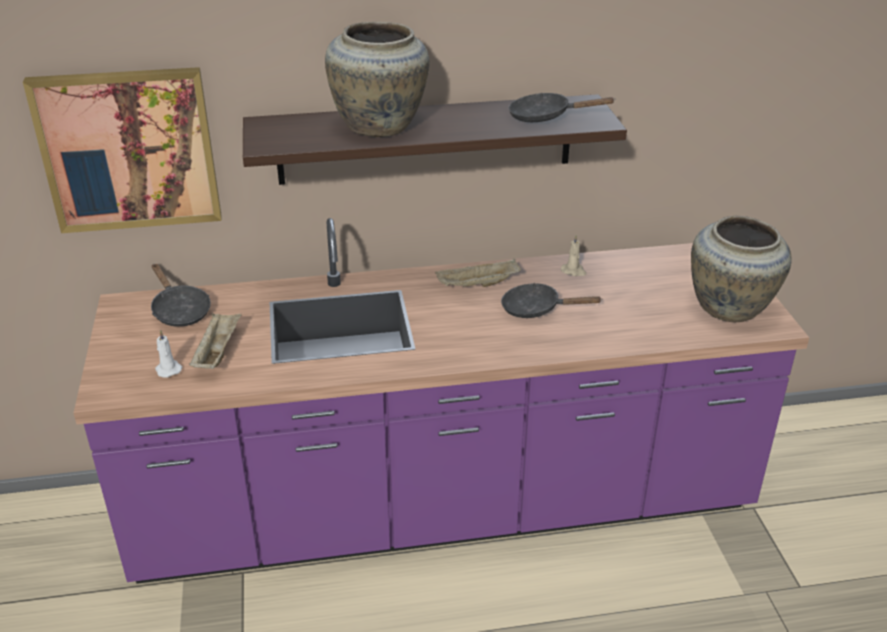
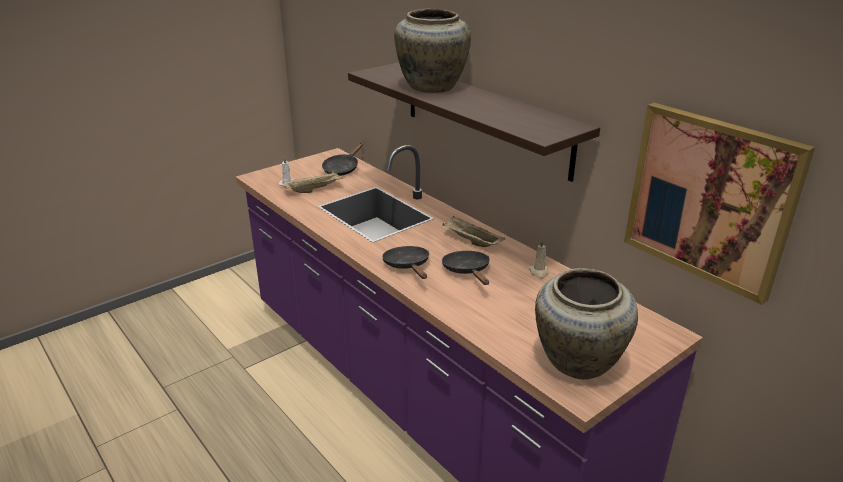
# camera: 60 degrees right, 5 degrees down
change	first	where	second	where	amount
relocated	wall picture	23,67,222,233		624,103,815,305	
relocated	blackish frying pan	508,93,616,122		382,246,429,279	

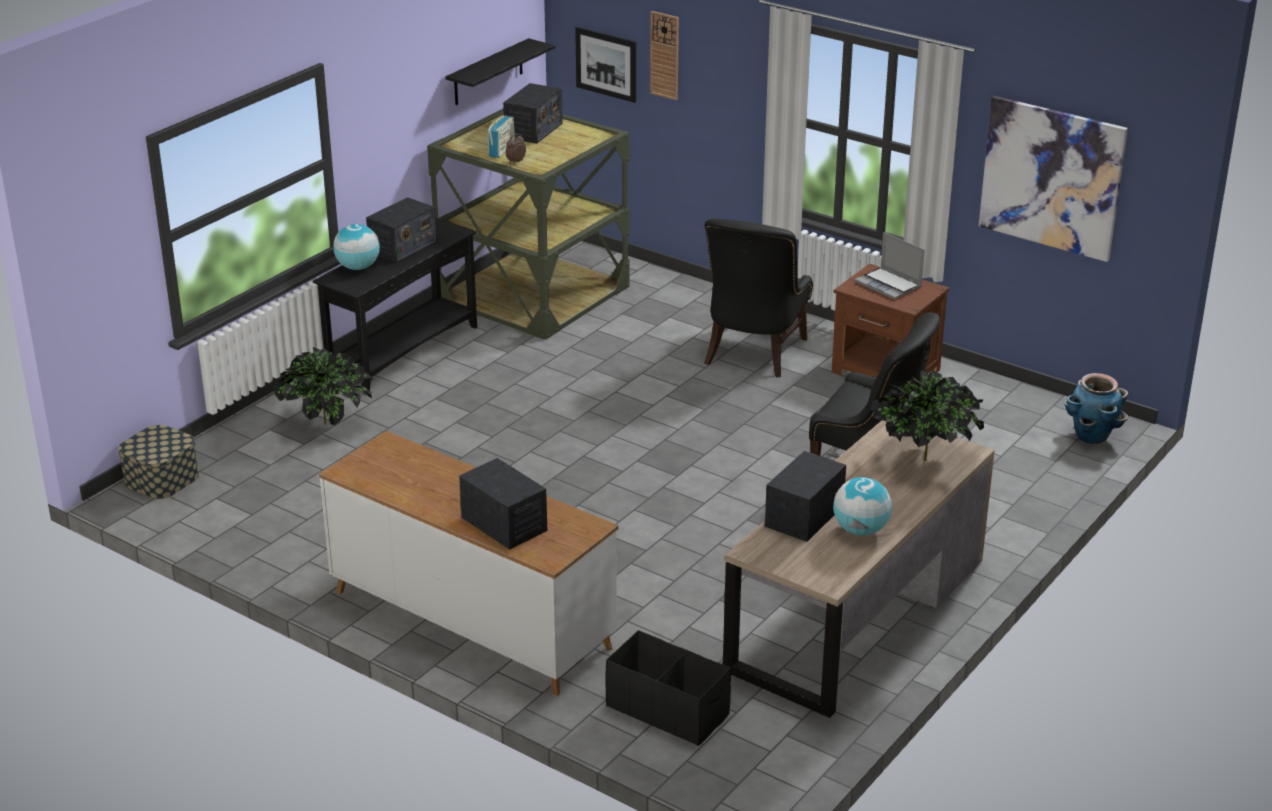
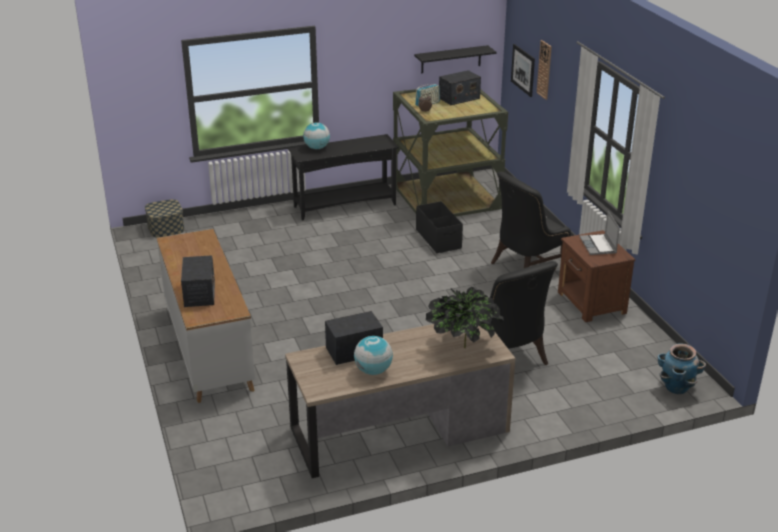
# camera: 35 degrees right, 0 degrees up
change	first	where	second	where	amount
missing	wall picture	979,96,1128,262			
missing	radio set	366,197,437,263			
missing	houseplant	274,347,373,425			
relocated	blackish storage container	606,630,731,746		416,201,463,253	

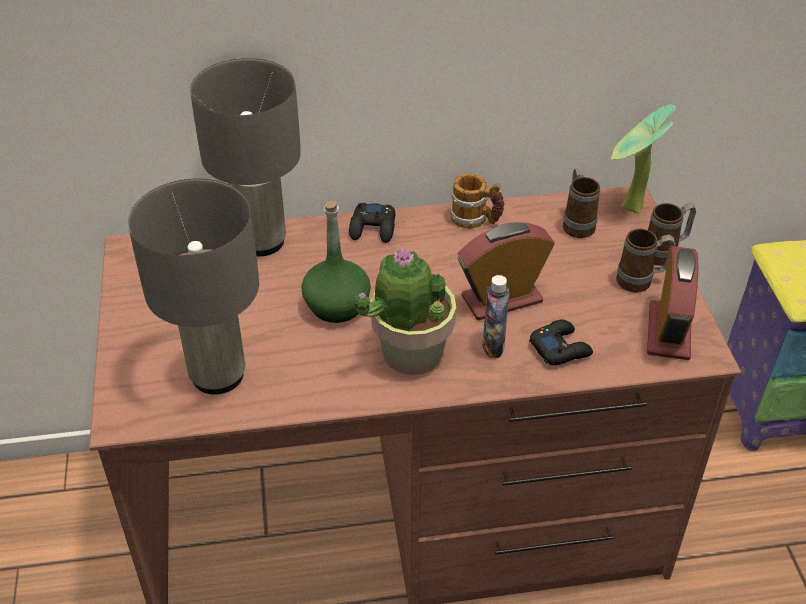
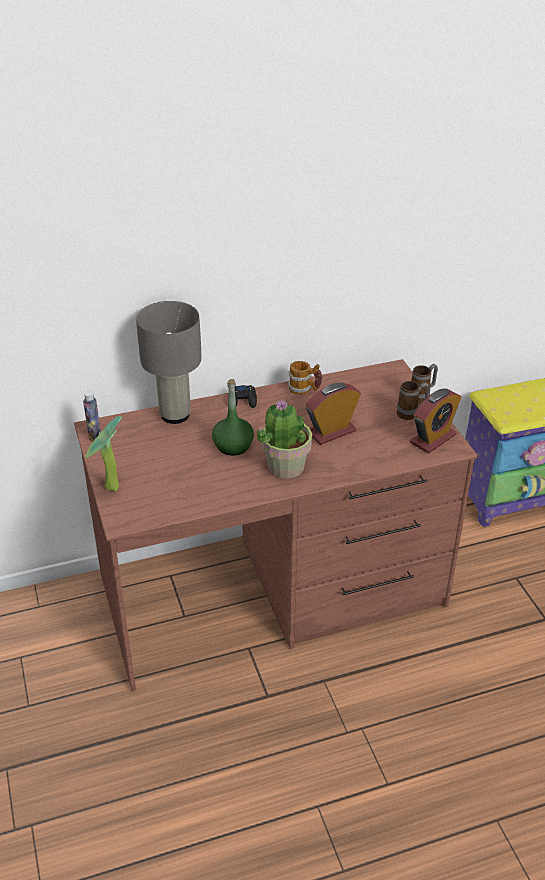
# camera: 10 degrees left, 5 degrees down
change	first	where	second	where	amount
relocated	houseplant	611,104,676,213		85,416,122,491	
missing	coffee mug	563,168,600,238			
missing	grey lamp for a table	128,178,259,394			
spun	bedside clock	647,246,698,360		410,388,461,454	45 degrees clockwise
relocated	beverage bottle	483,275,509,358		83,391,101,442	
missing	blackish joypad	529,320,593,366			

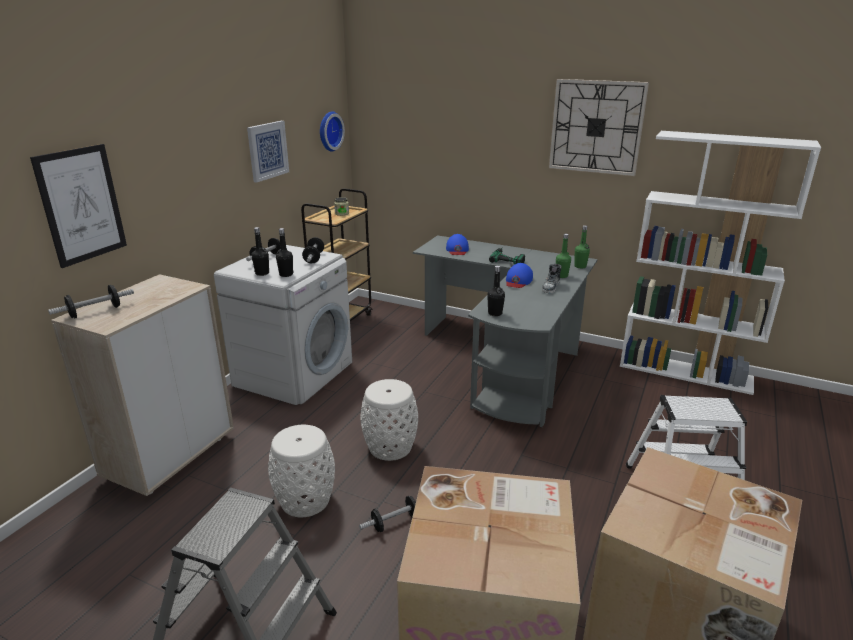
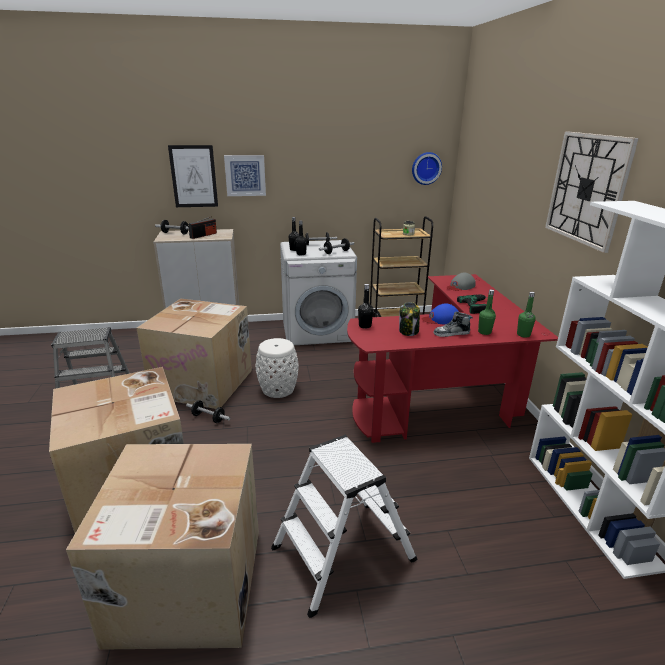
# camera: 55 degrees right, 0 degrees up
change	first	where	second	where	amount
relocated	wall picture	247,121,289,183		224,155,266,196	
colour	blue baseball cap	446,234,469,255	grey baseball cap	446,272,476,291	
colour	grey desk table	413,235,598,427	reddish desk table	347,274,558,443	
exchanged	whitish stool seat	268,425,335,517	cardboard box	136,299,252,409	
appeared			radio set	188,216,217,239	
appeared			preserve jar	399,302,420,336	

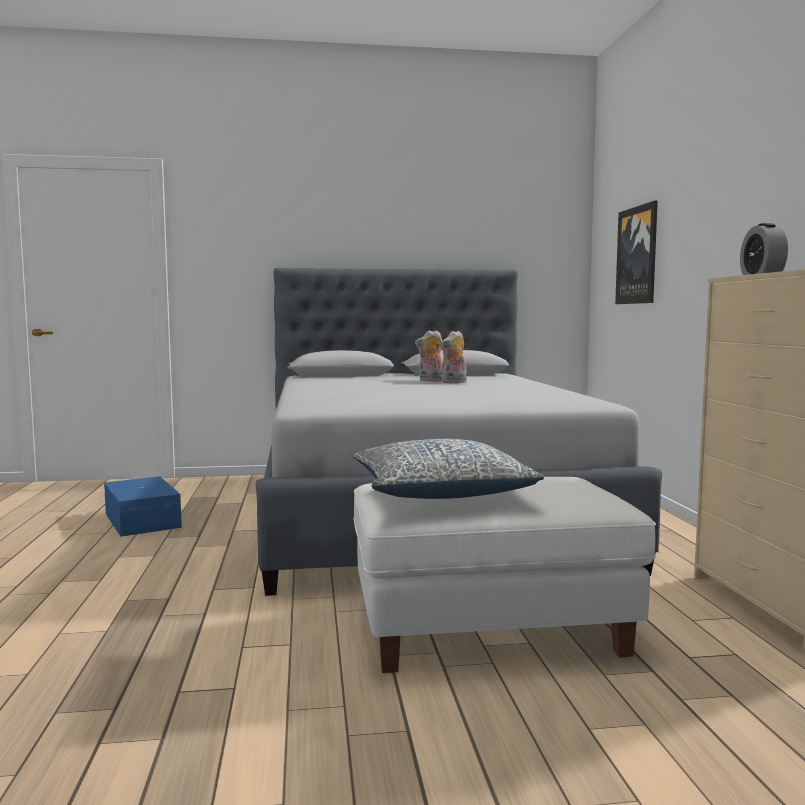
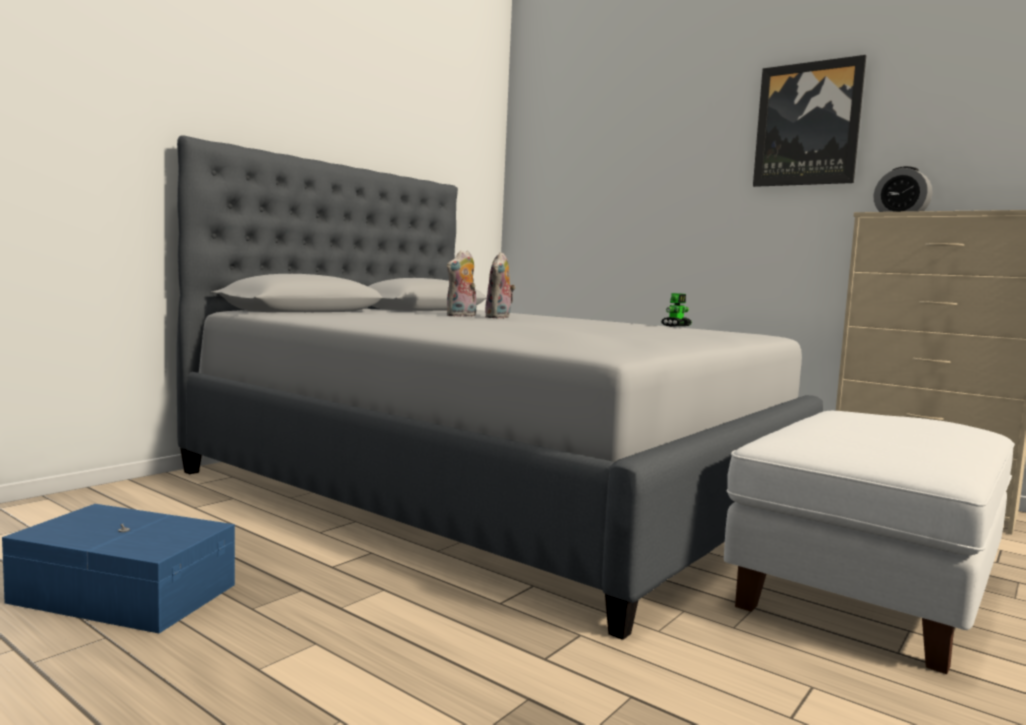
# camera: 45 degrees left, 0 degrees up
change	first	where	second	where	amount
relocated	wall picture	615,201,658,304		753,55,866,187	
missing	cushion	353,439,544,499			
appeared			model robot	661,293,692,327	

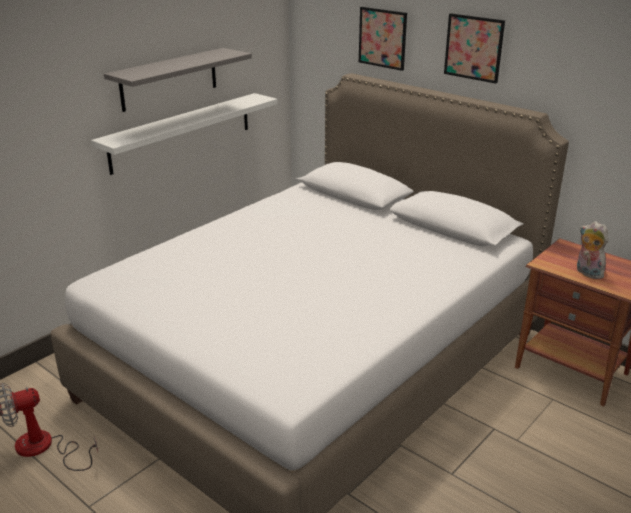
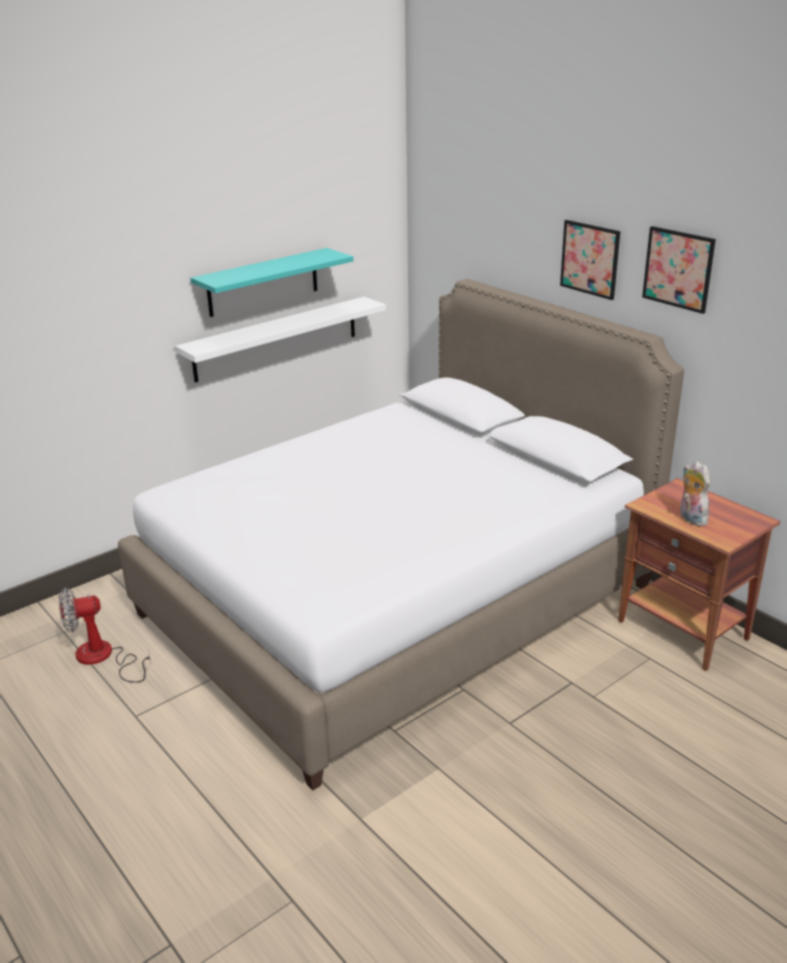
# camera: 10 degrees right, 0 degrees up
change	first	where	second	where	amount
relocated	wall picture	359,7,407,71		642,226,716,314	
colour	grey shelf	104,48,252,112	turquoise shelf	190,248,354,317	

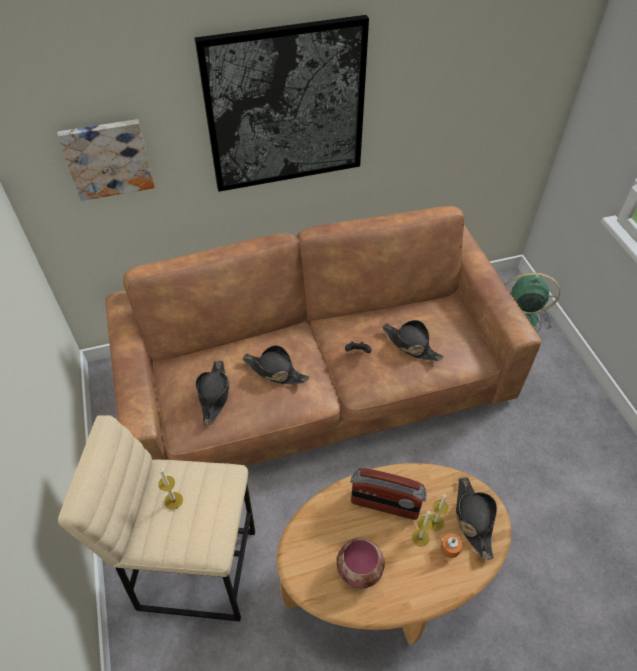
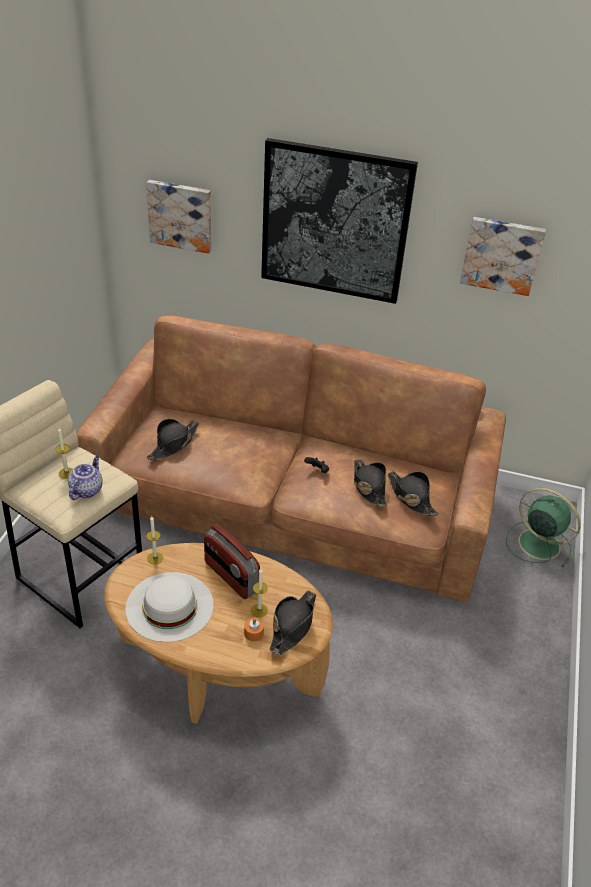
# camera: 30 degrees right, 10 degrees down
change	first	where	second	where	amount
relocated	blackish wearable hat	242,345,309,385		388,471,439,516	
relocated	wax candle	412,510,433,547		146,516,163,565	
exchanged	serving bowl	337,538,384,589	whitish wearable hat	126,572,214,642	
appeared			wall picture	460,217,546,296	
appeared			pot for tea	68,456,103,500	

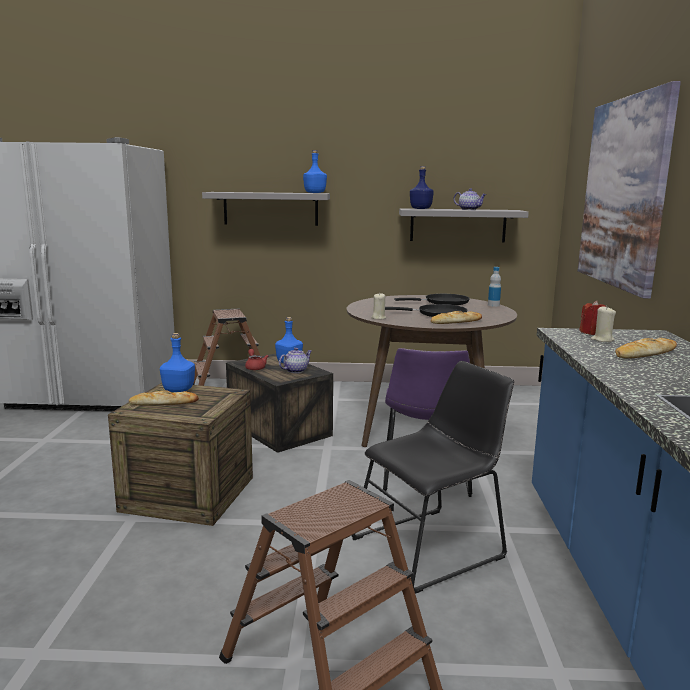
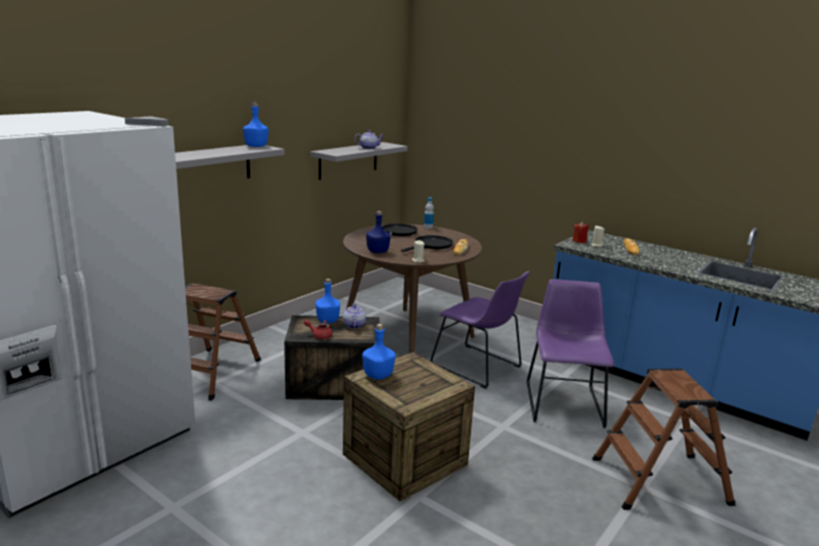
# camera: 55 degrees left, 5 degrees up
change	first	where	second	where	amount
missing	wall picture	578,81,681,299			
relocated	blue beverage bottle	410,166,434,209		366,211,390,253	
colour	blackish upright chair	351,361,514,594	purple-coloured upright chair	526,279,614,428	
missing	baked bread	129,390,199,405			

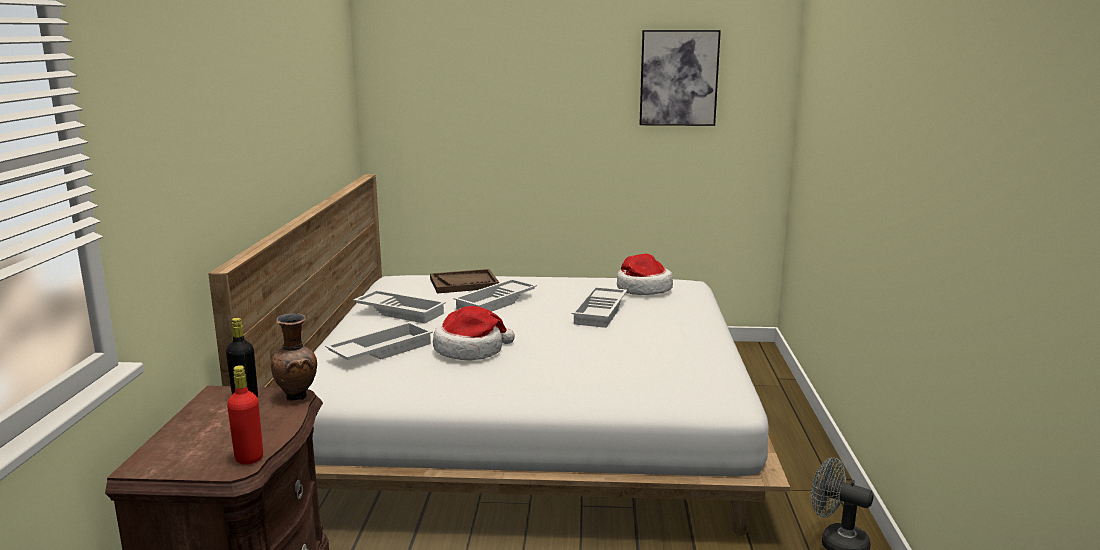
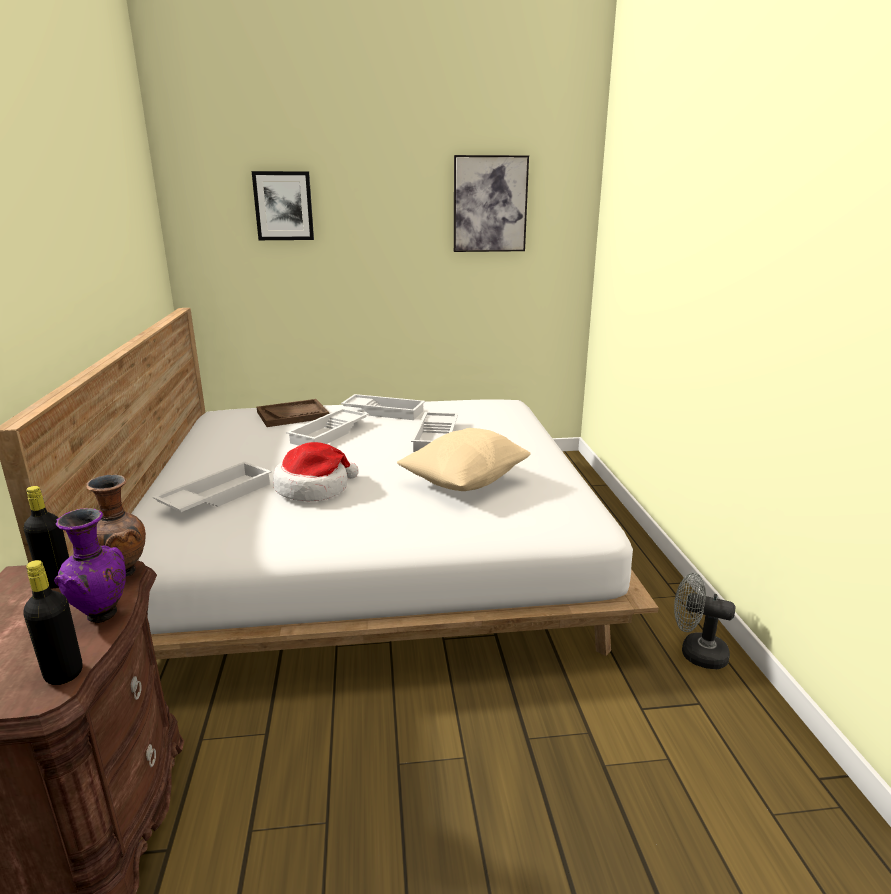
# camera: 10 degrees left, 5 degrees up
change	first	where	second	where	amount
missing	wearable hat	617,254,673,295			
relocated	whitish tray	353,290,446,324		341,394,425,420	
colour	reddish beverage bottle	227,365,263,465	blackish beverage bottle	23,560,83,685	
appeared			wall picture	252,171,314,240	
appeared			beige cushion	397,428,531,491	
appeared			purple-coloured decorative vase	54,508,126,624	

